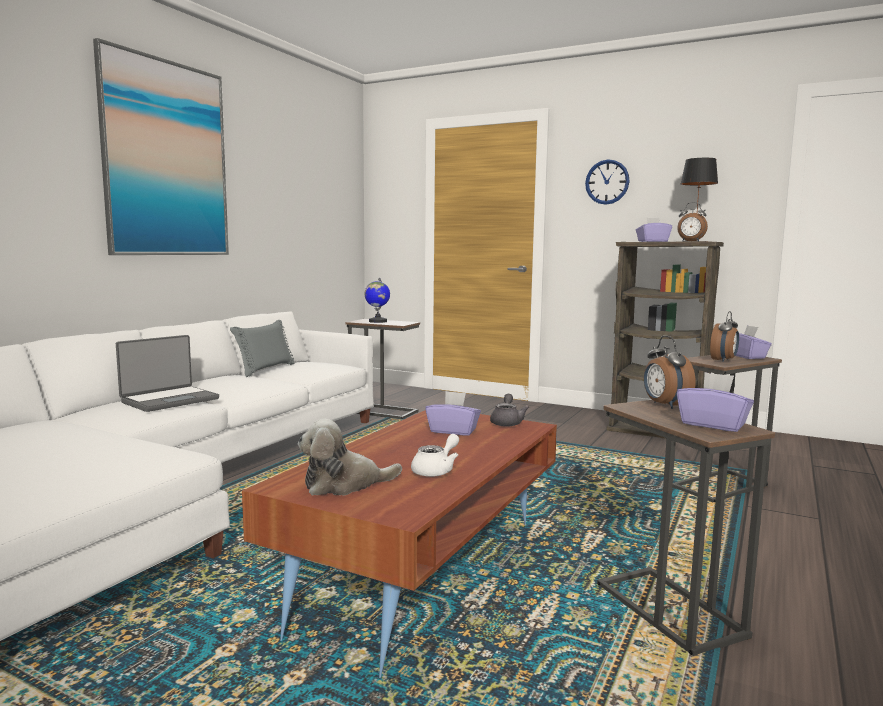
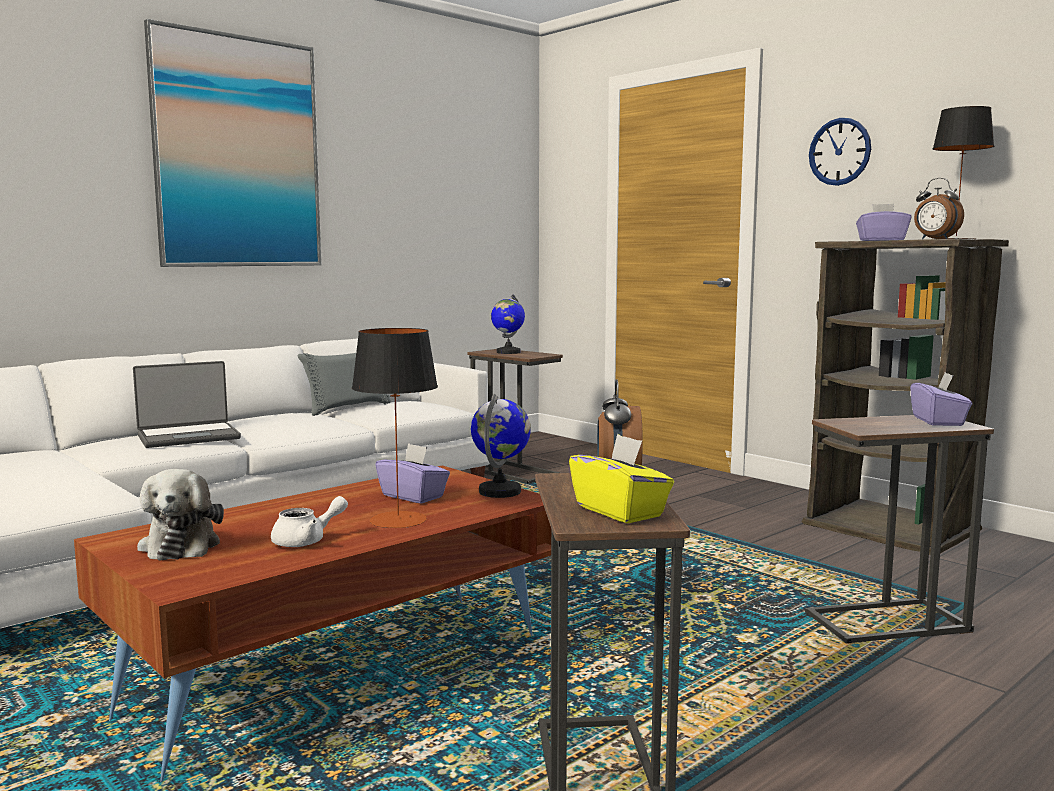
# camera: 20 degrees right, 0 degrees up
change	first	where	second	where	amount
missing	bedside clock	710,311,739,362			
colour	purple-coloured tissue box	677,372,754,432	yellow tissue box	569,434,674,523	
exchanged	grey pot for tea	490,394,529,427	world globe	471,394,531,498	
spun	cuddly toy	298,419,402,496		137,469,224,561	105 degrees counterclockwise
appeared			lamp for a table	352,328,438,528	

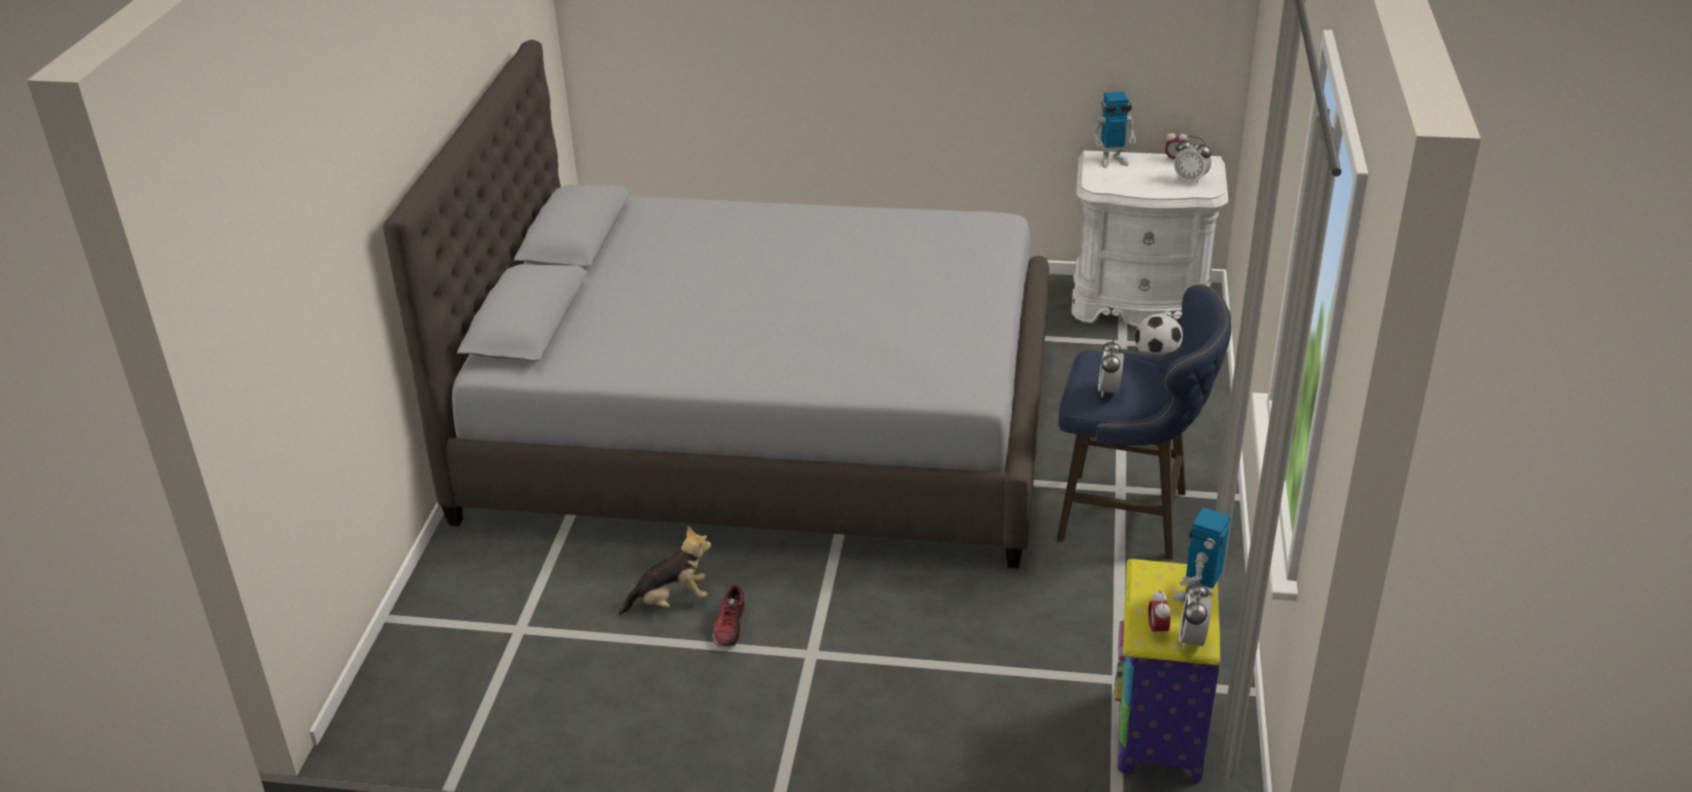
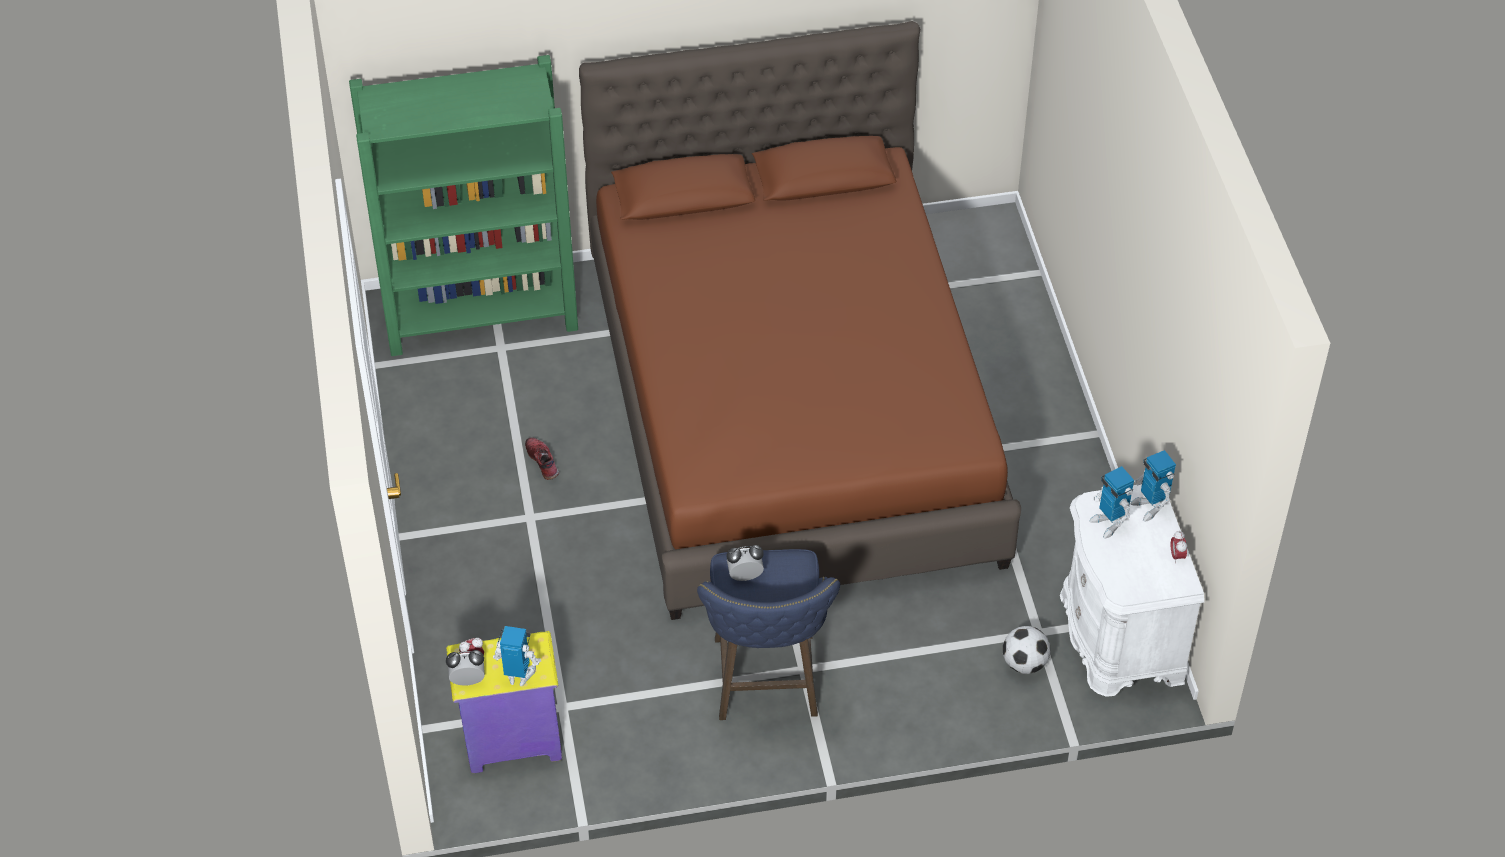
# camera: 70 degrees right, 15 degrees up
change	first	where	second	where	amount
colour	grey bed	383,40,1049,568	brown bed	579,21,1021,620	
missing	bedside clock	1174,136,1211,185			
missing	cuddly toy	618,526,711,616			
spun	item of footwear	712,584,745,647		525,437,559,480	75 degrees clockwise
appeared			greenish bookshelf	349,55,578,356	
appeared			model robot	1089,466,1134,539	

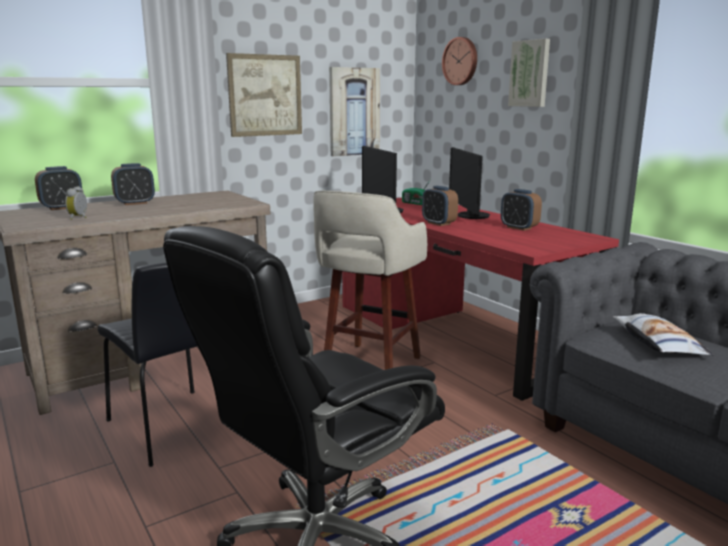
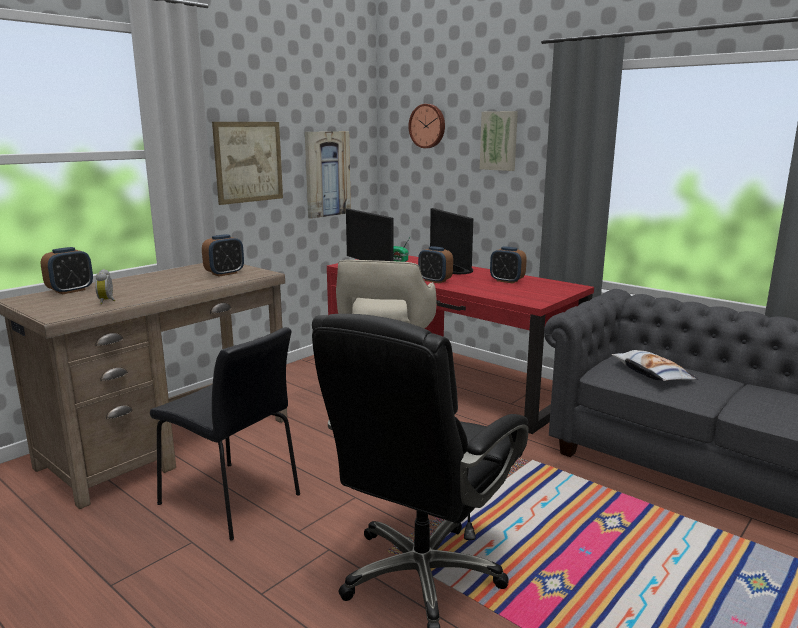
# camera: 15 degrees left, 0 degrees up
change	first	where	second	where	amount
relocated	bedside clock	111,163,155,205		202,234,244,276	

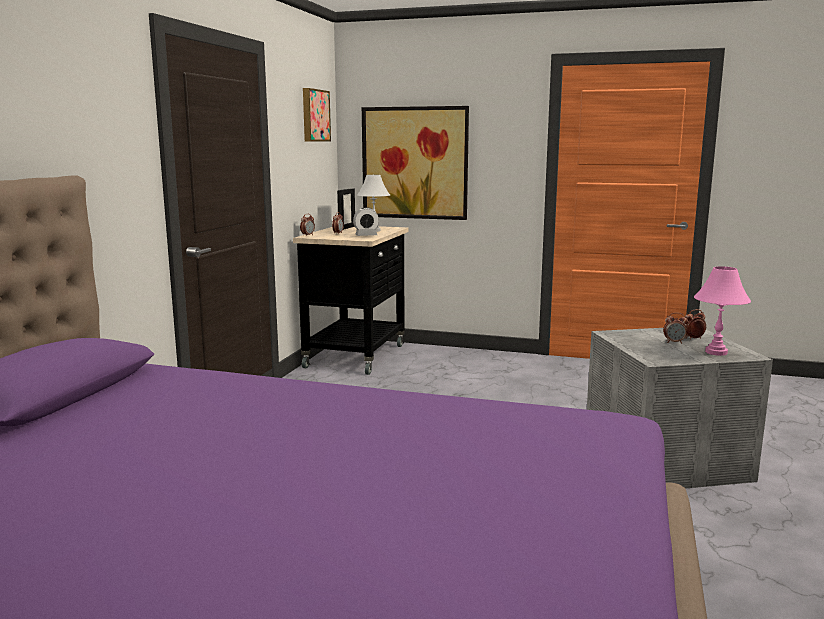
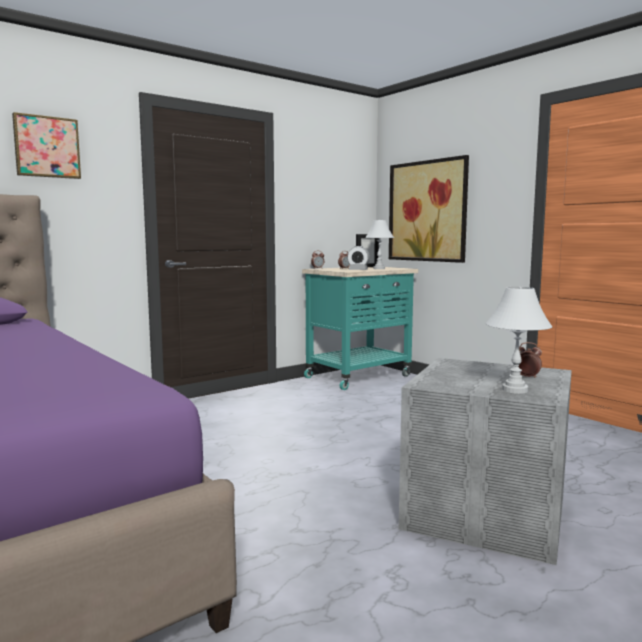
# camera: 35 degrees right, 5 degrees down
change	first	where	second	where	amount
relocated	wall picture	303,88,331,141		12,112,81,179	
colour	blackish trolley	293,226,408,375	turquoise trolley	302,267,418,390	
colour	pink-coloured lamp for a table	694,266,751,356	whitish lamp for a table	486,287,552,394	
missing	bedside clock	663,313,688,344			

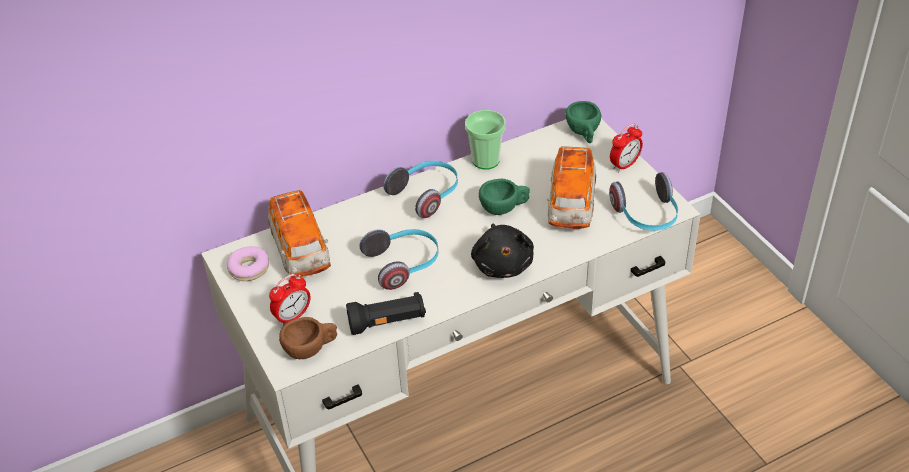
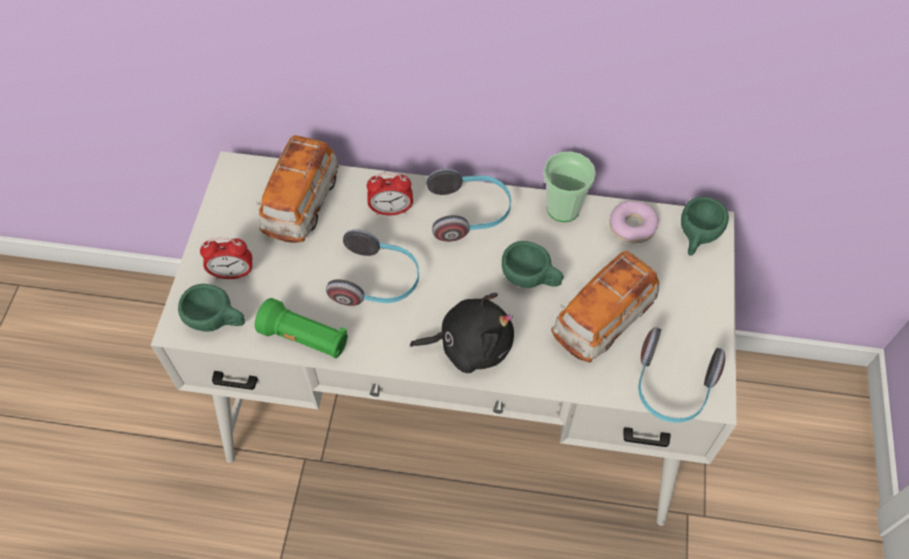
# camera: 35 degrees right, 15 degrees up
change	first	where	second	where	amount
relocated	bedside clock	610,124,643,172		367,173,413,215	
spun	blackish cuddly toy	471,224,534,278		410,293,514,373	120 degrees counterclockwise
relocated	donut	227,246,269,281		609,201,659,243	
colour	blackish hand torch	346,292,426,335	greenish hand torch	255,298,348,358	
colour	brown cup	279,317,337,359	greenish cup	178,284,245,332	

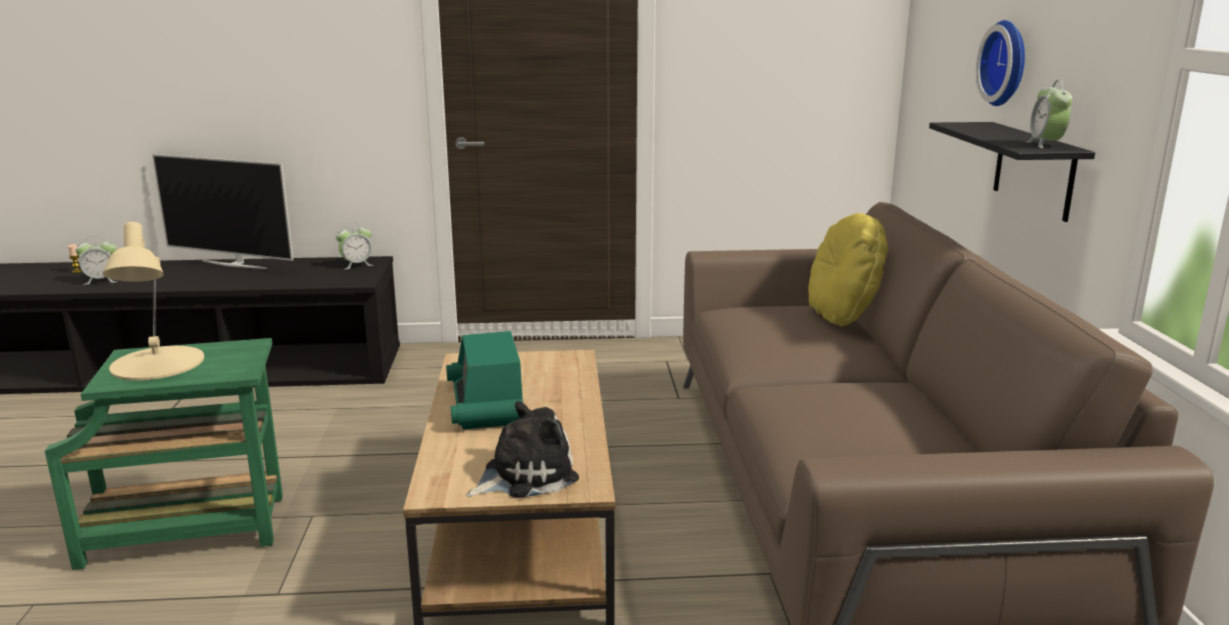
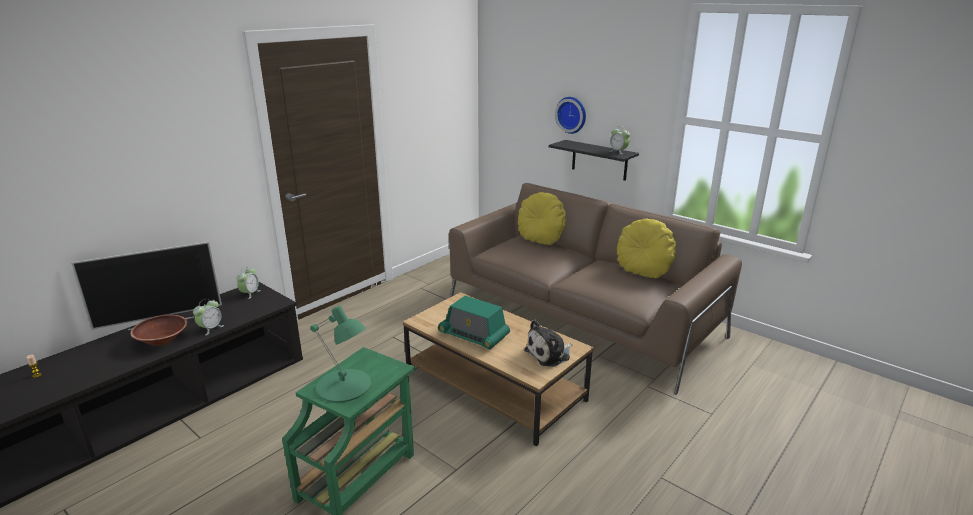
# camera: 45 degrees left, 5 degrees up
change	first	where	second	where	amount
colour	beige lamp for a table	103,222,204,380	greenish lamp for a table	310,306,371,402	
relocated	bedside clock	75,236,117,285		193,299,224,336	
spun	cuddly toy	466,401,579,498		524,320,572,367	135 degrees counterclockwise
appeared			yellow cushion	617,218,676,278	
appeared			brown serving bowl	130,315,187,346	

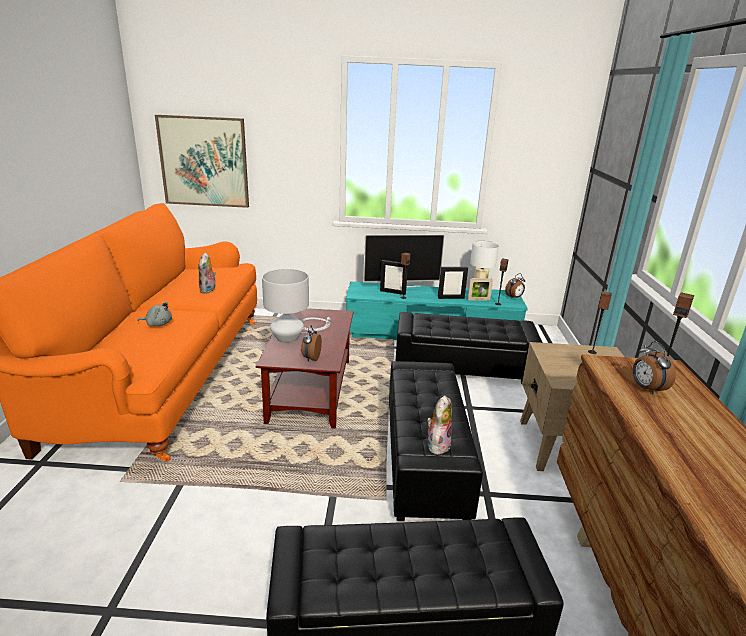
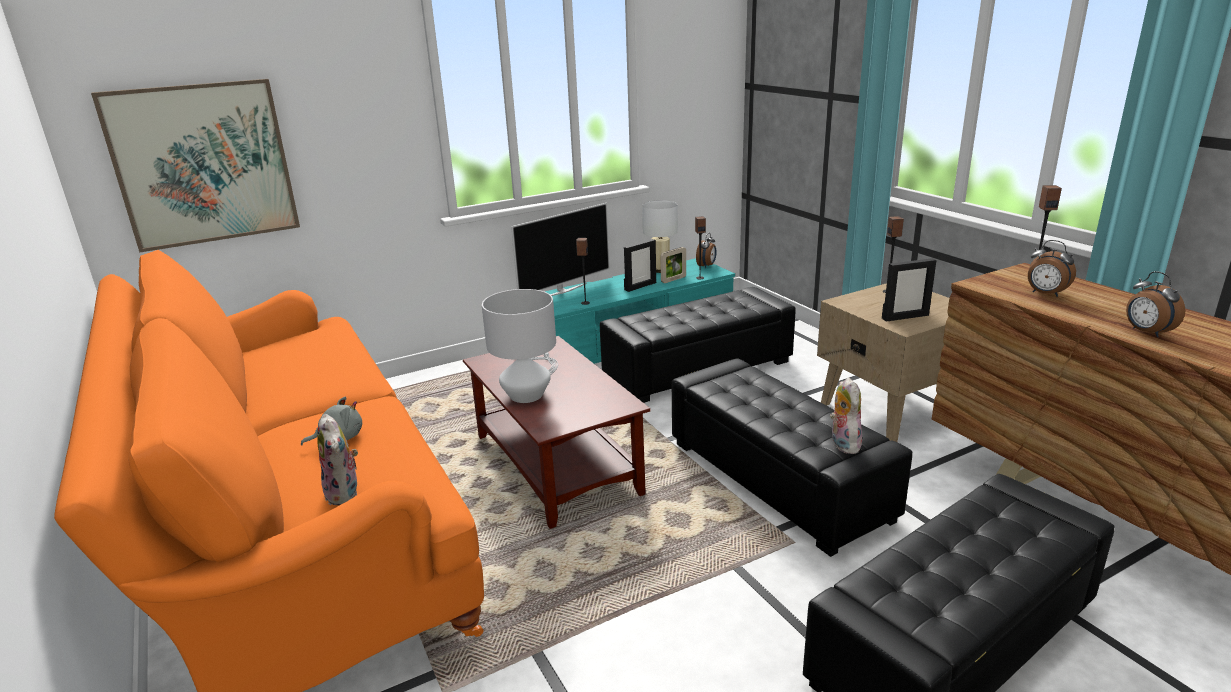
# camera: 30 degrees left, 0 degrees up
change	first	where	second	where	amount
relocated	cuddly toy	198,252,216,294		317,414,358,505	
relocated	photo frame	380,260,408,295		882,258,937,322	
relocated	bedside clock	301,325,322,362		1126,271,1185,337	

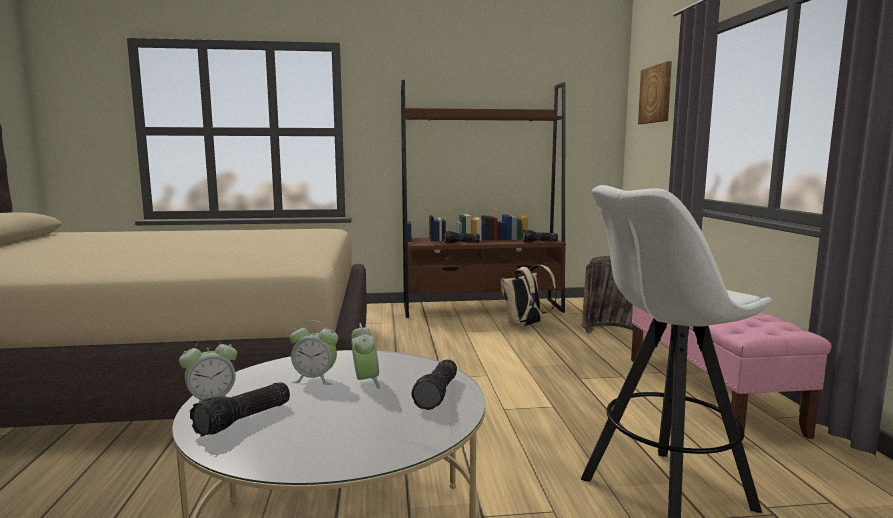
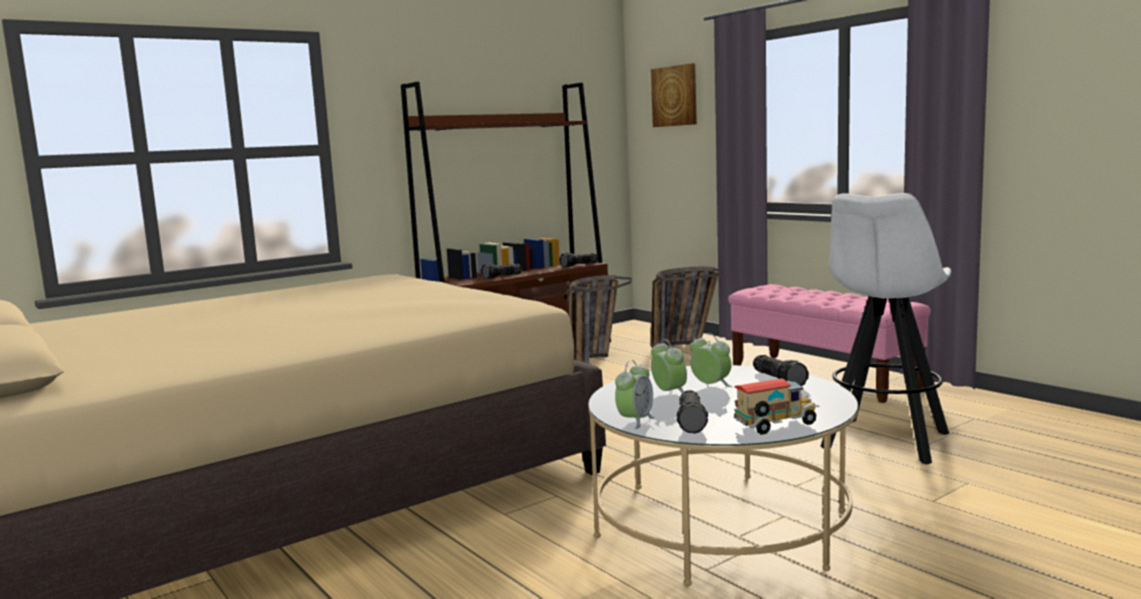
# camera: 30 degrees left, 0 degrees up
change	first	where	second	where	amount
exchanged	beige rucksack	500,265,557,327	household basket	567,275,632,364	
spun	bedside clock	290,321,338,385		651,339,687,393	90 degrees counterclockwise
appeared			toy truck	734,378,819,435	

